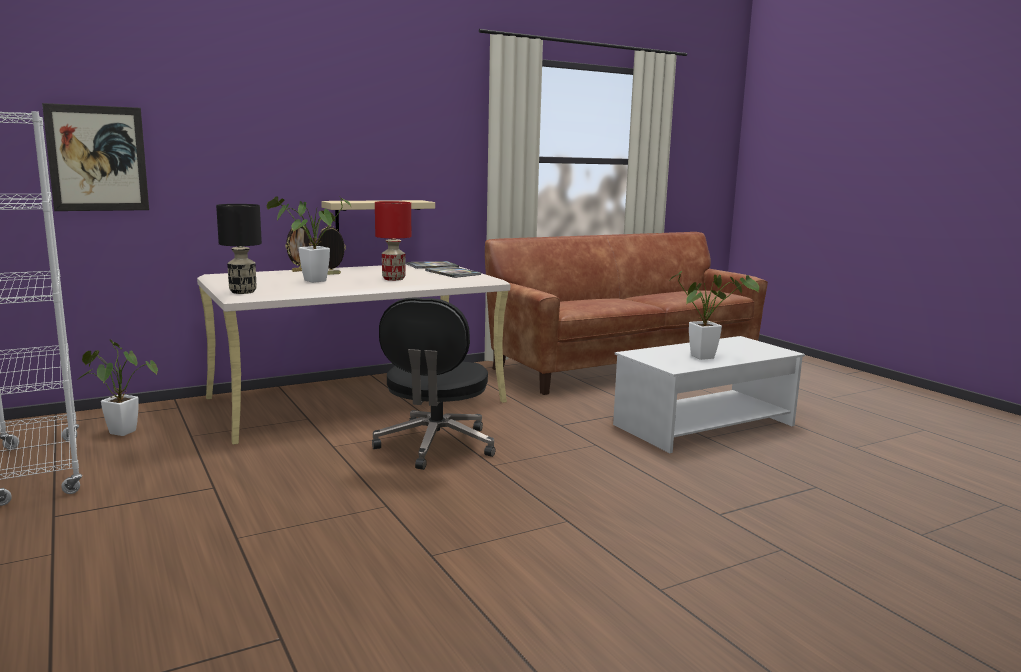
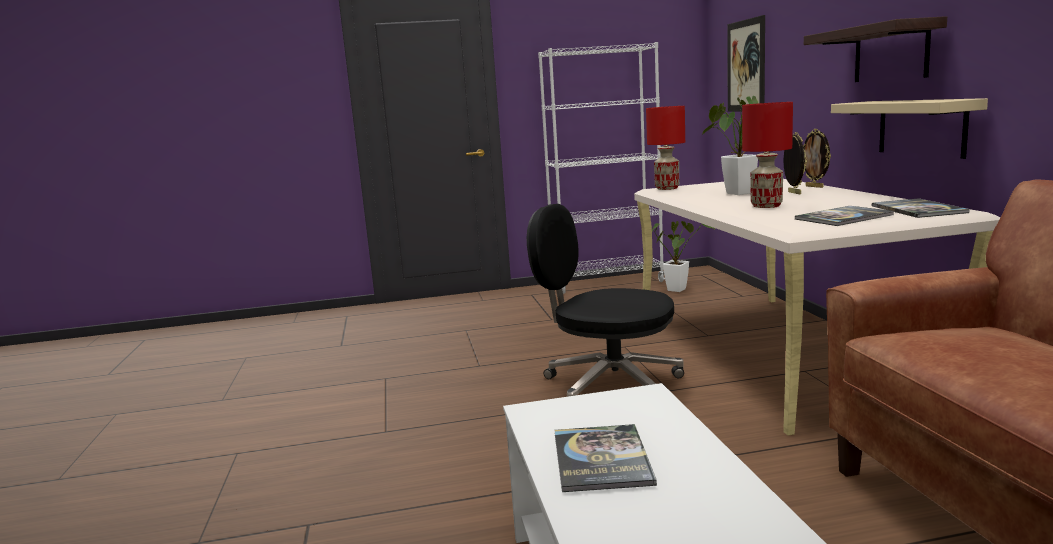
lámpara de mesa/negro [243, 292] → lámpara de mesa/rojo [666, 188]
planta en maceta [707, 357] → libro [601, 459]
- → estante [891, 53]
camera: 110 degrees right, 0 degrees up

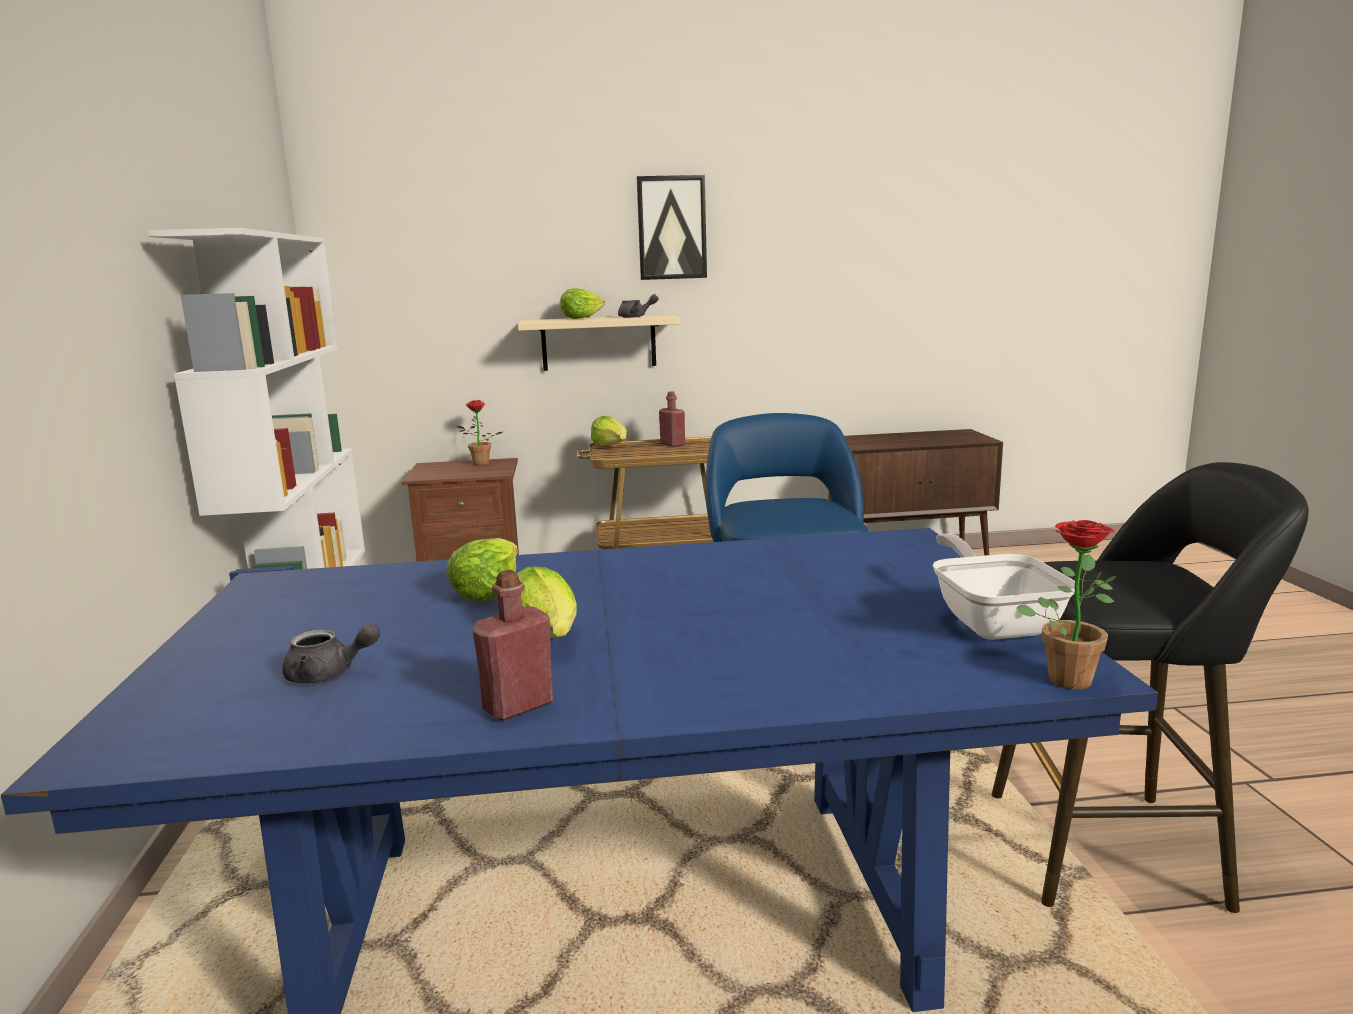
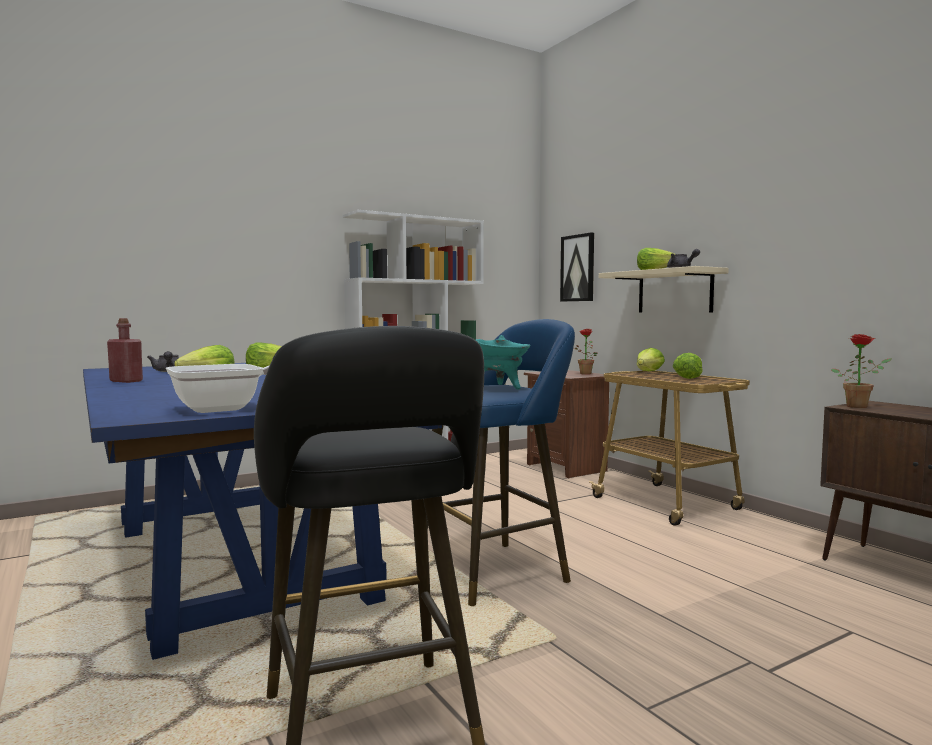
cuadro [671, 228] → cuadro [578, 268], shifted
botella/rojo [672, 444] → lechuga [688, 377]
planta en maceta [1067, 676] → planta en maceta [860, 406], shifted
- → olla/turquesa [498, 387]
camera: 65 degrees right, 10 degrees down

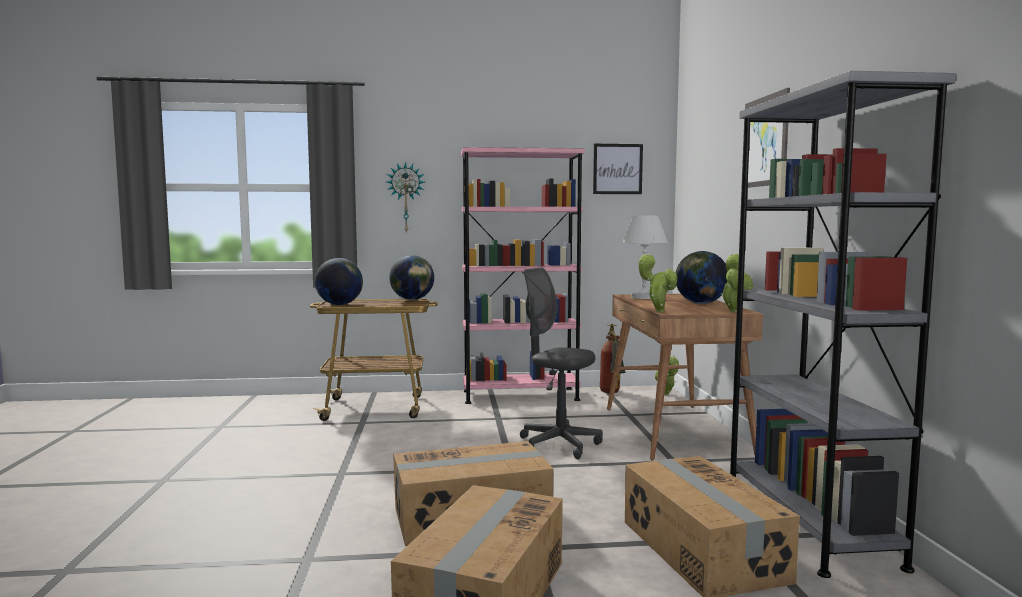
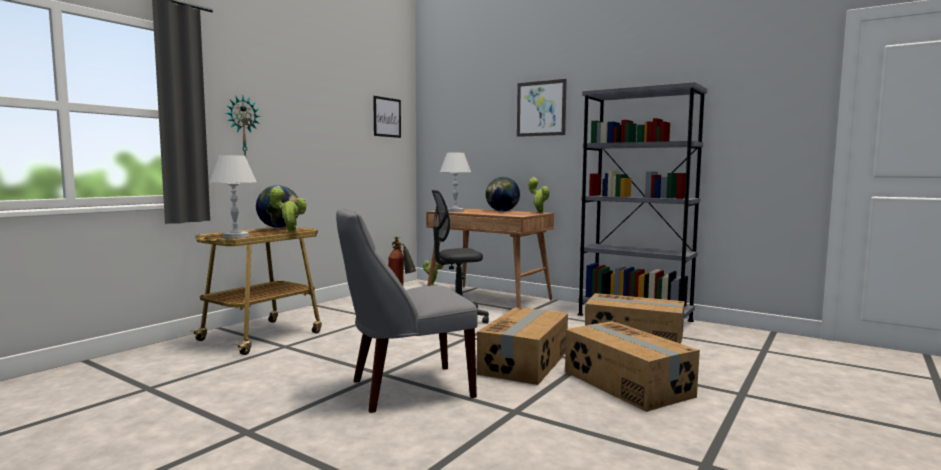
estantería/rosa [520, 395] → -
planta en maceta [657, 311] → planta en maceta [289, 232], shifted
globo terráqueo [339, 305] → lámpara de mesa/blanco [235, 236]
- → silla/gris [405, 389]
camera: 50 degrees left, 0 degrees up

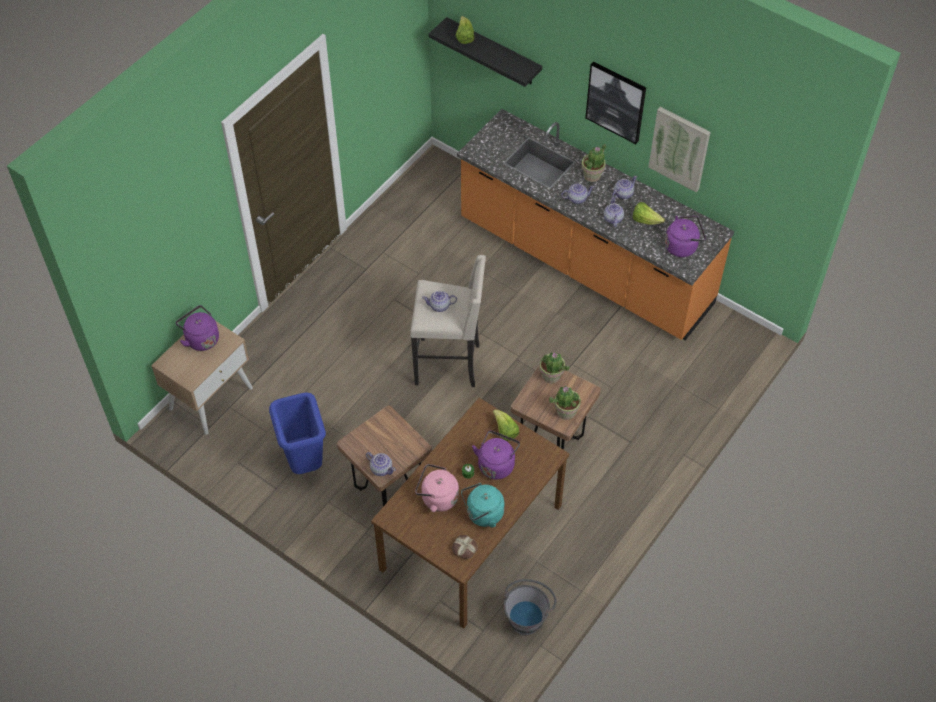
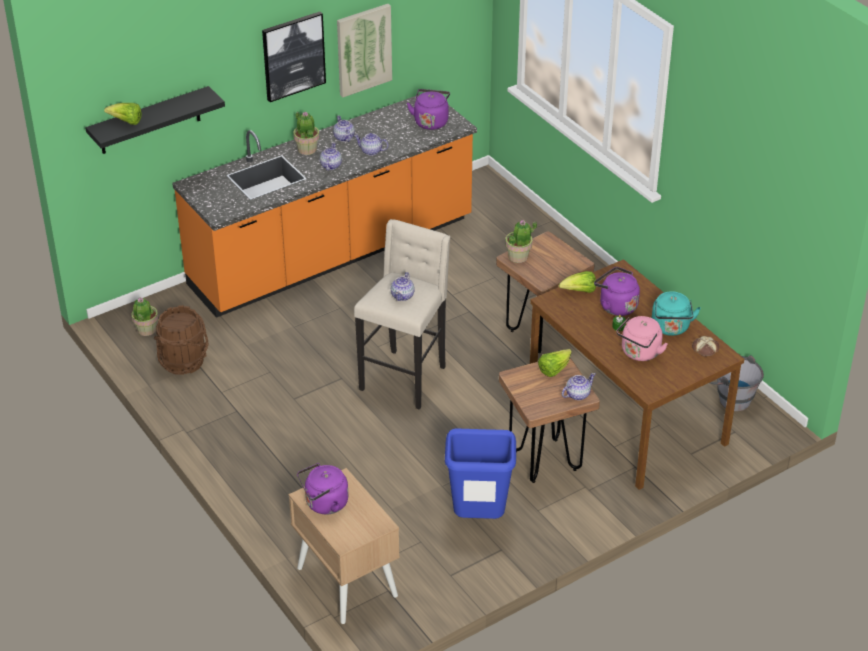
lechuga [645, 220] → lechuga [554, 370], shifted
planta en maceta [565, 411] → planta en maceta [146, 330], shifted
- → cubo/marrón [183, 362]
camera: 70 degrees left, 15 degrees down

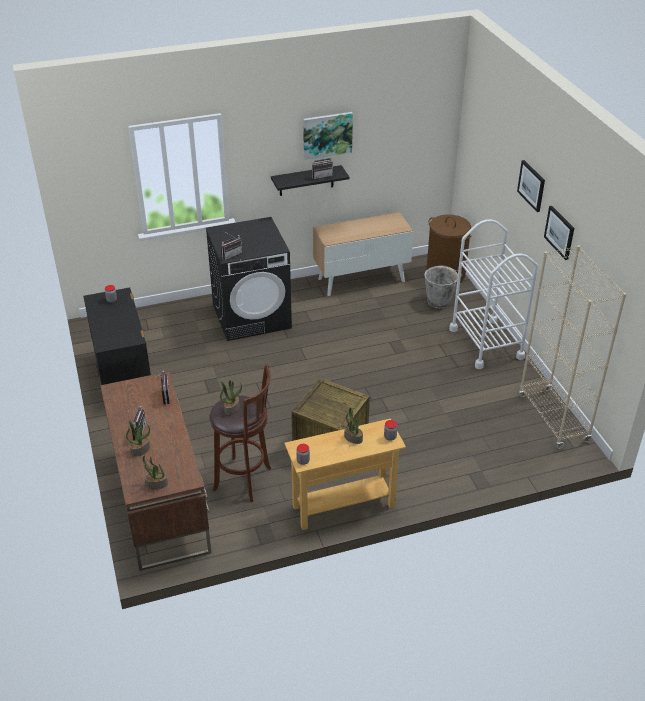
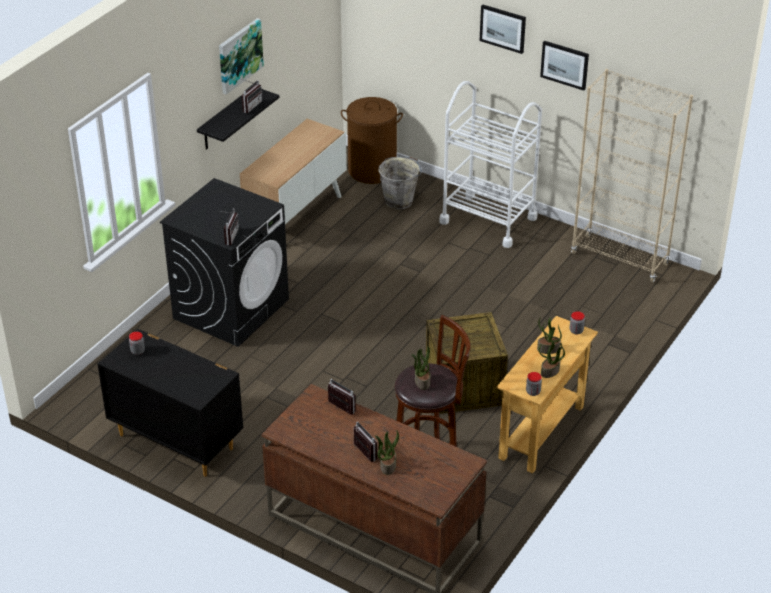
planta en maceta [156, 484] → planta en maceta [550, 371], shifted
camera: 40 degrees left, 0 degrees up

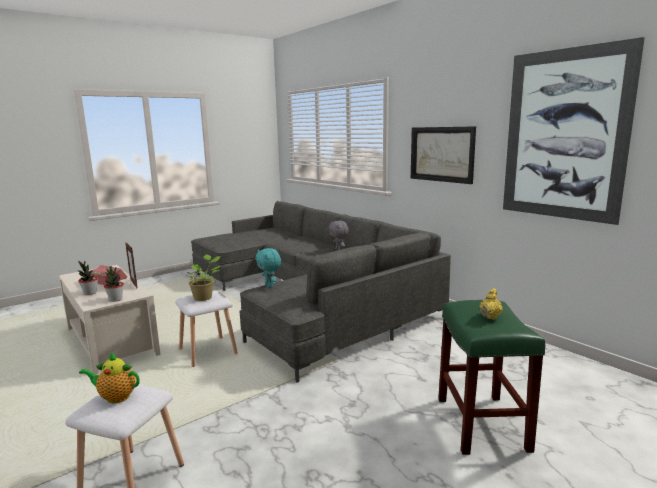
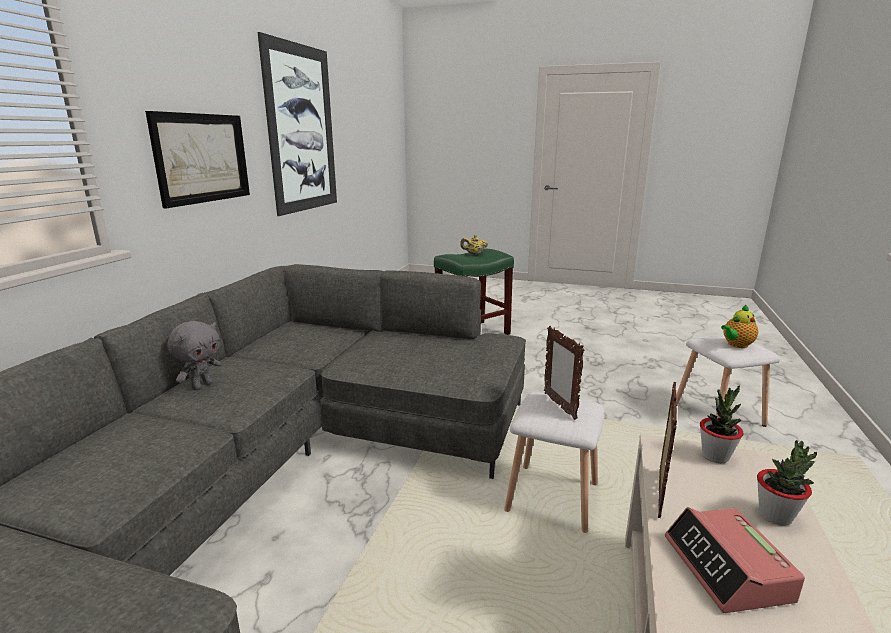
peluche/turquesa [270, 286] → -
planta en maceta [204, 297] → portarretratos [559, 406]
tetera [115, 397] → tetera [736, 345], 90 degrees clockwise
camera: 125 degrees left, 5 degrees up

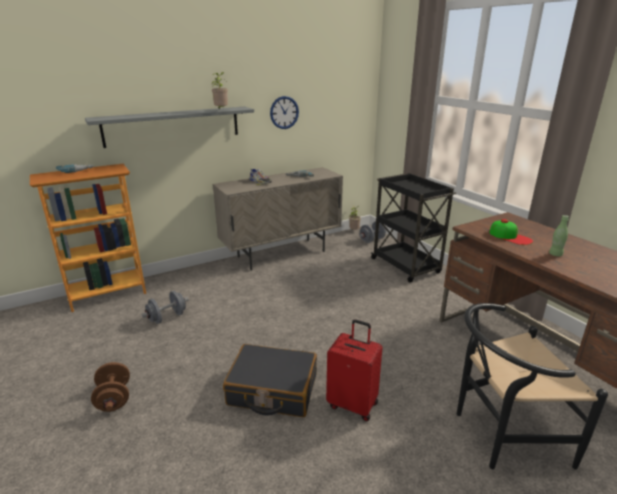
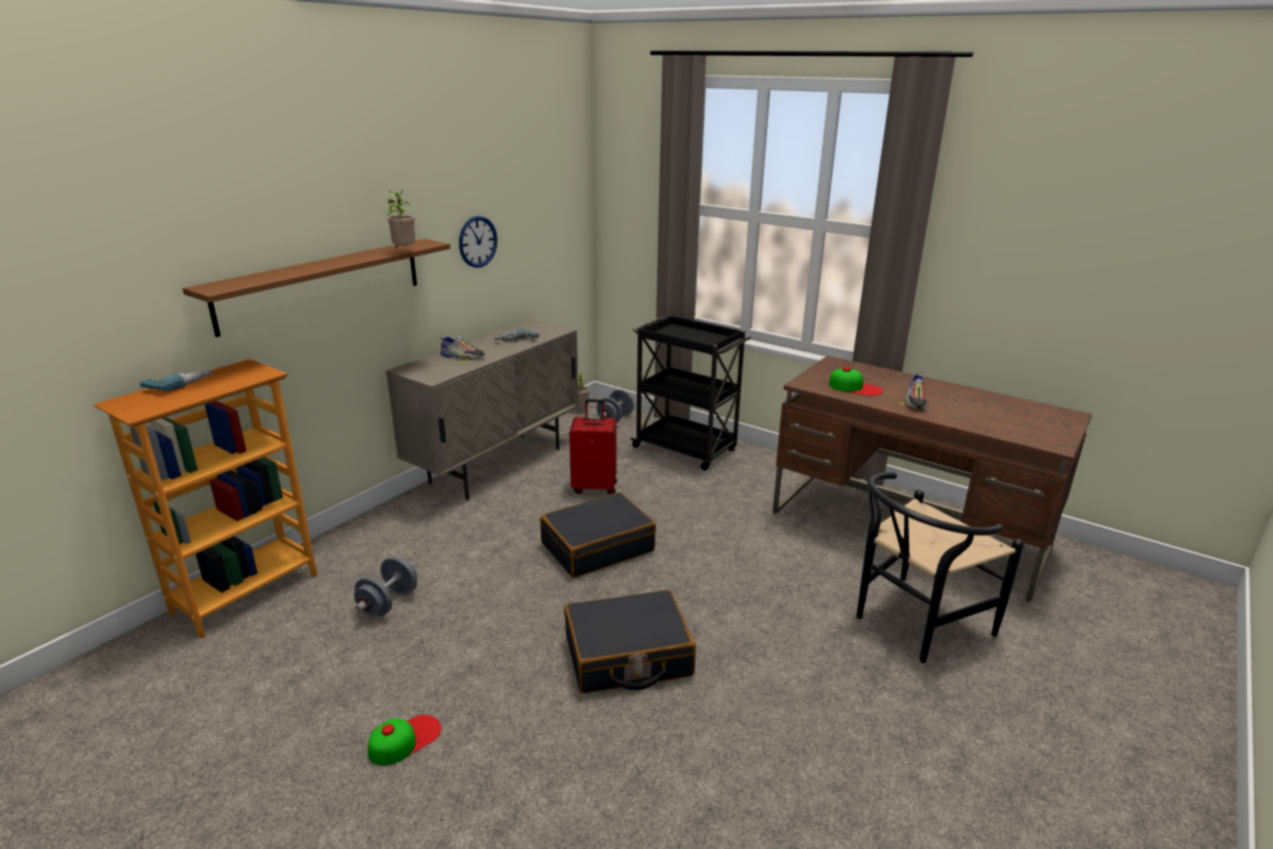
estante/gris [173, 126] → estante/marrón [322, 284]
botella/verde [555, 254] → zapato [915, 401]
maleta/rojo [353, 404] → maleta/rojo [595, 487], shifted
mancuerna/marrón [114, 398] → gorra [405, 739]
- → maleta/negro [597, 547]
camera: 25 degrees left, 0 degrees up

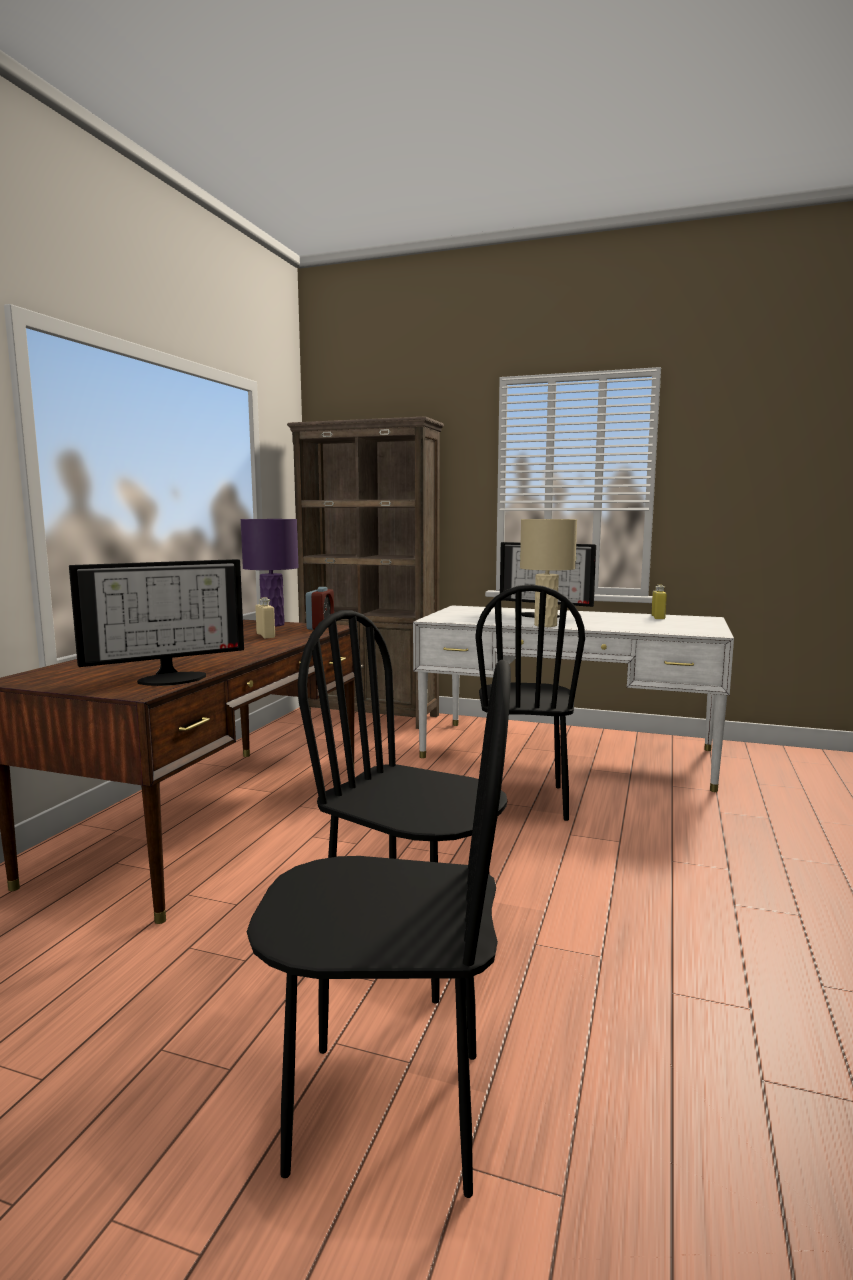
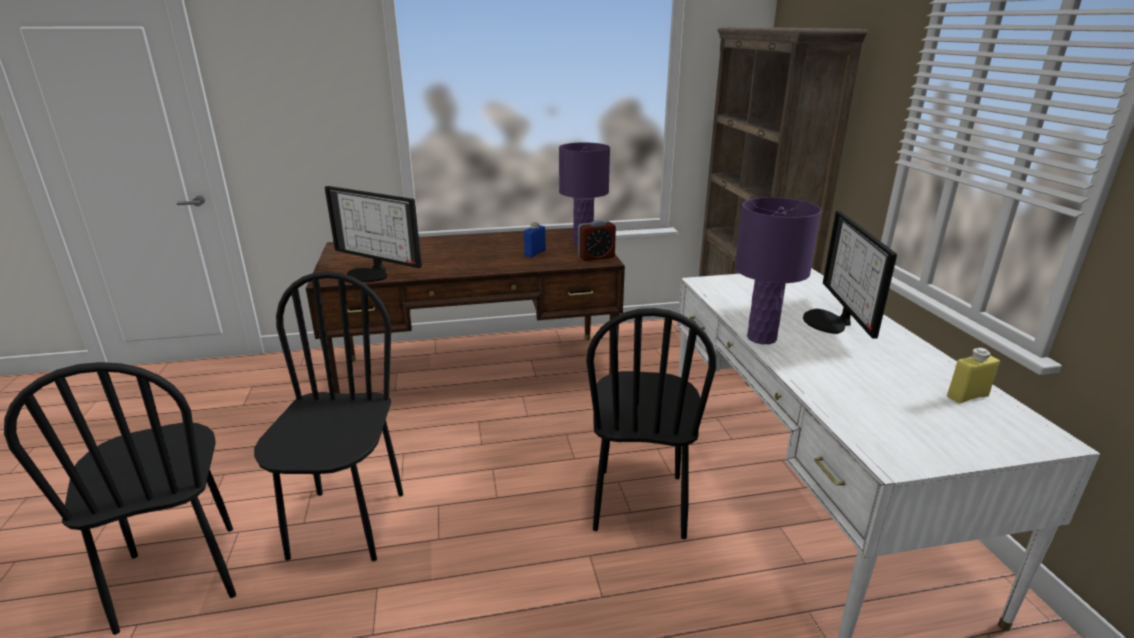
lámpara de mesa/beis [545, 625] → lámpara de mesa/morado [761, 338]
silla/negro [523, 801] → silla/negro [639, 502], 60 degrees counterclockwise
botella/beis [265, 636] → botella/azul [535, 253]
camera: 60 degrees right, 15 degrees up

